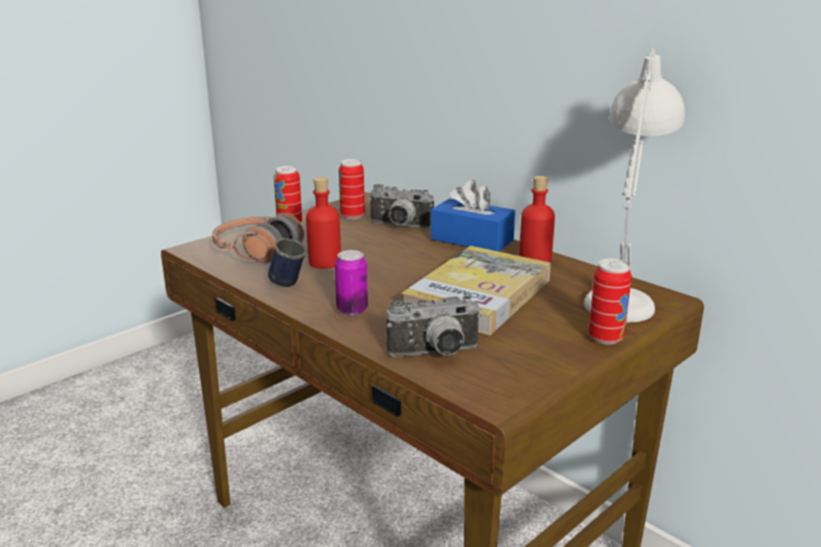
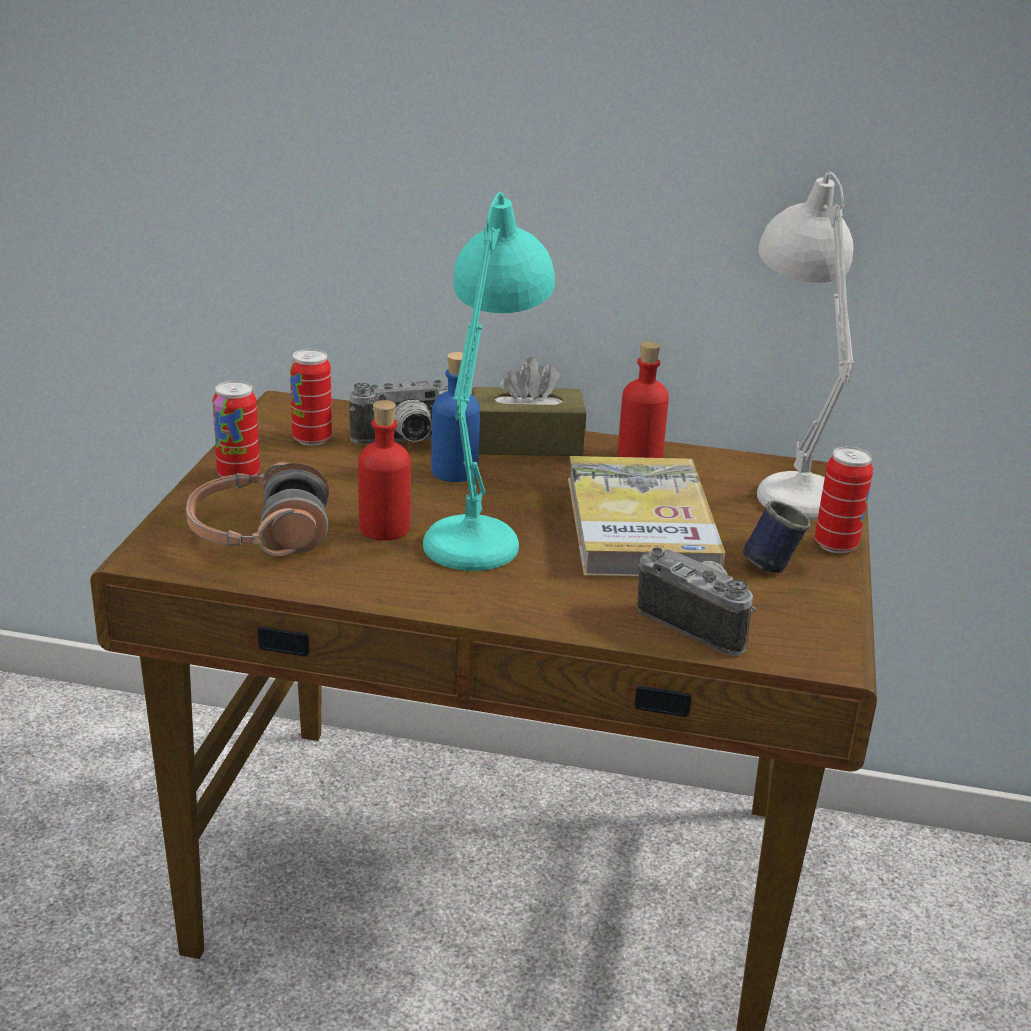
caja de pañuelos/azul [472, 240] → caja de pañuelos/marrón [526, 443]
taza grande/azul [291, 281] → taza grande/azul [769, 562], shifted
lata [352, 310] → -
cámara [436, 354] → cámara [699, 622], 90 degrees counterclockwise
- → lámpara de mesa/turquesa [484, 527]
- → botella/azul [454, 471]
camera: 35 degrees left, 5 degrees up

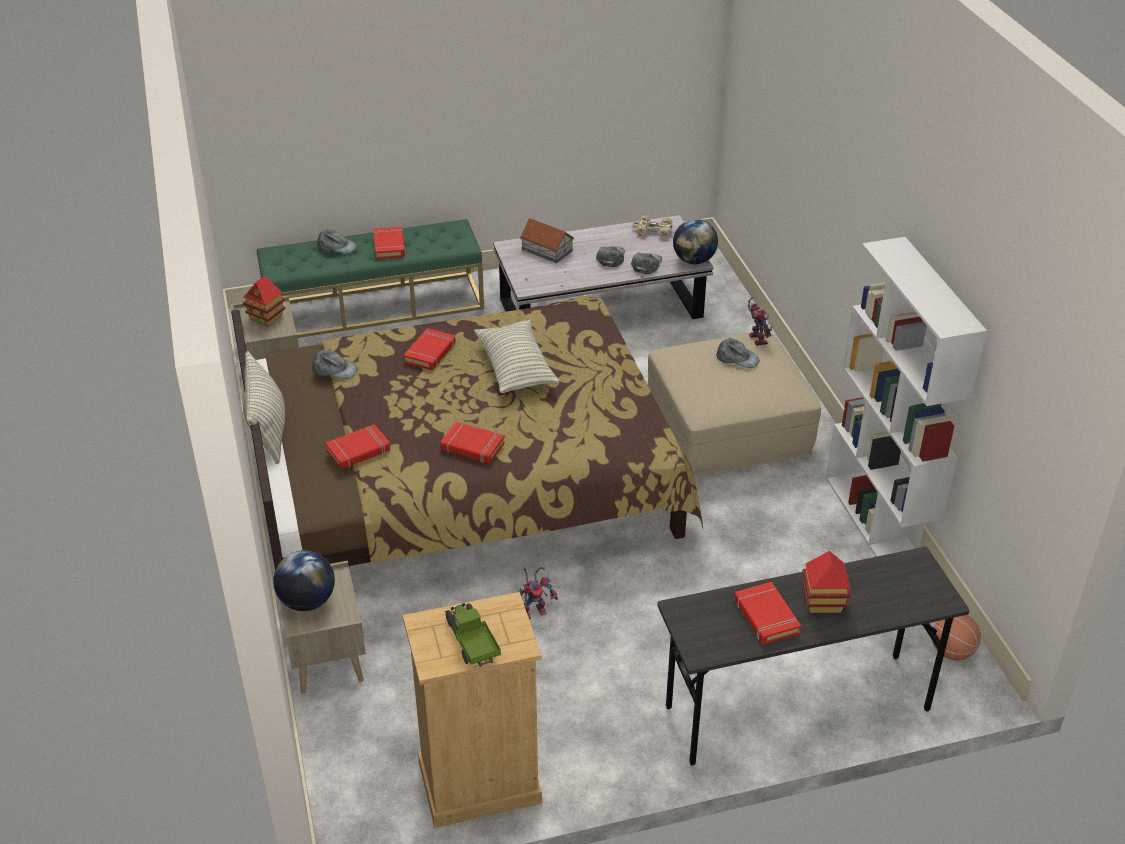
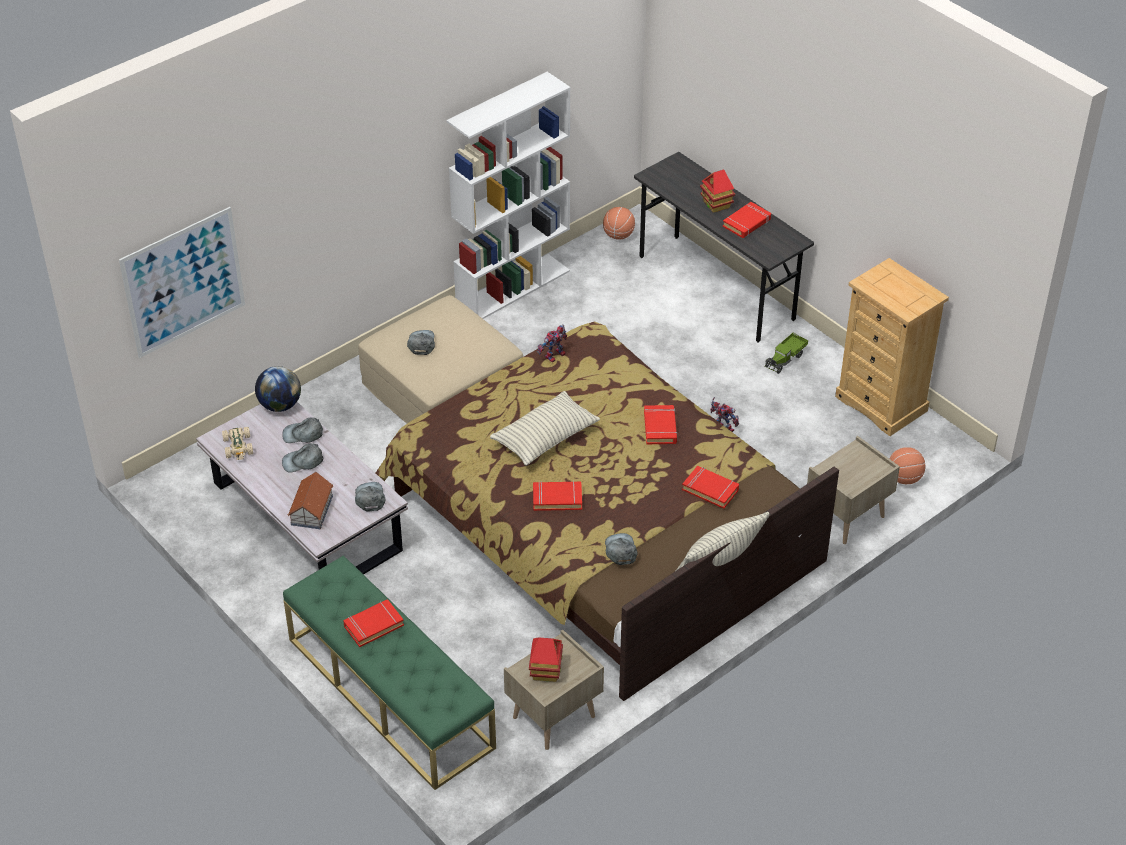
gorra/gris [336, 247] → gorra/gris [370, 498], shifted
robot de juguete [755, 338] → robot de juguete [554, 357], shifted
globo terráqueo [307, 601] → -
camión de juguete [471, 643] → camión de juguete [785, 359], shifted
- → cuadro [183, 282]
- → balón de baloncesto [904, 478]
camera: 115 degrees left, 5 degrees up

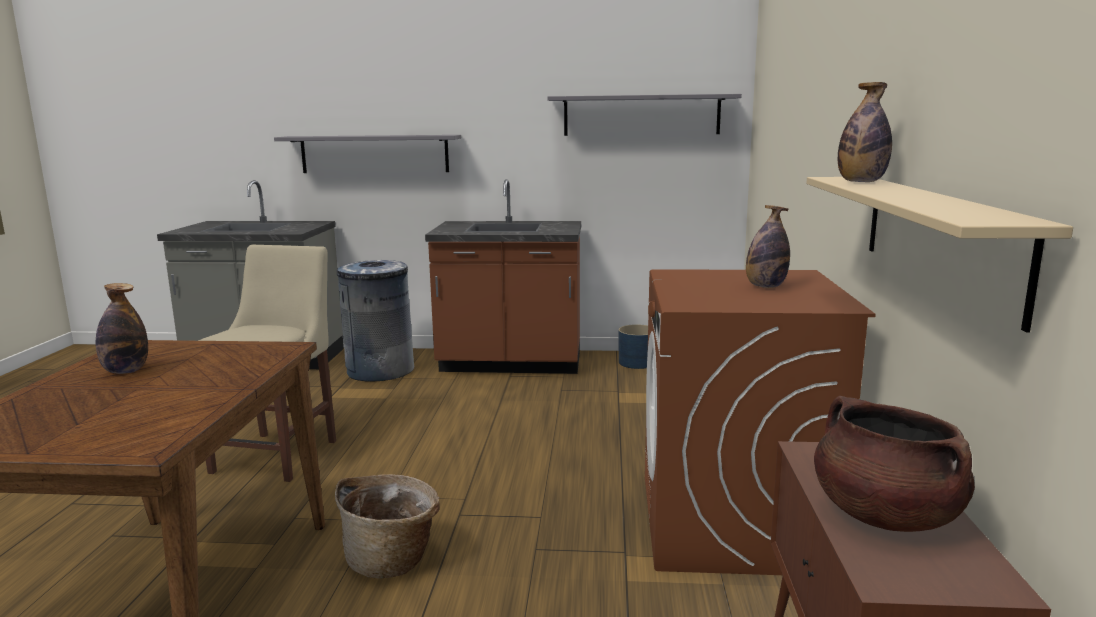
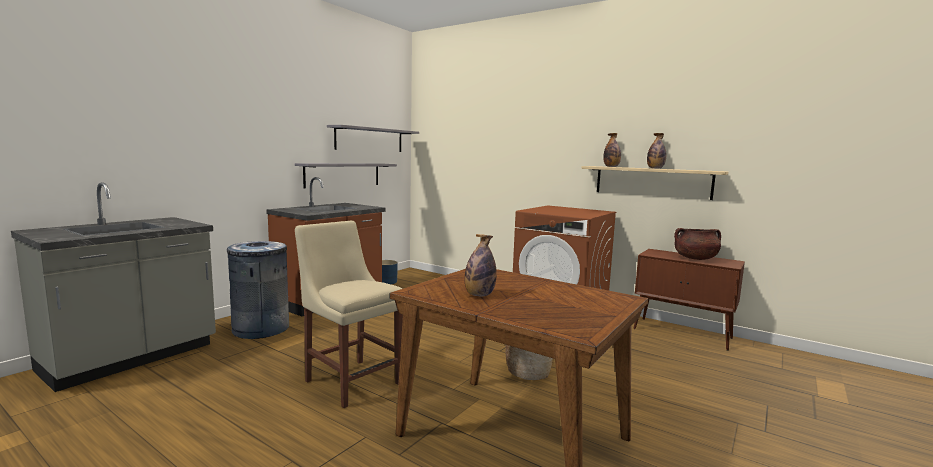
estante/gris [374, 154] → estante/gris [343, 175], shifted
botella [765, 286] → botella [655, 168], shifted
camera: 60 degrees left, 5 degrees down

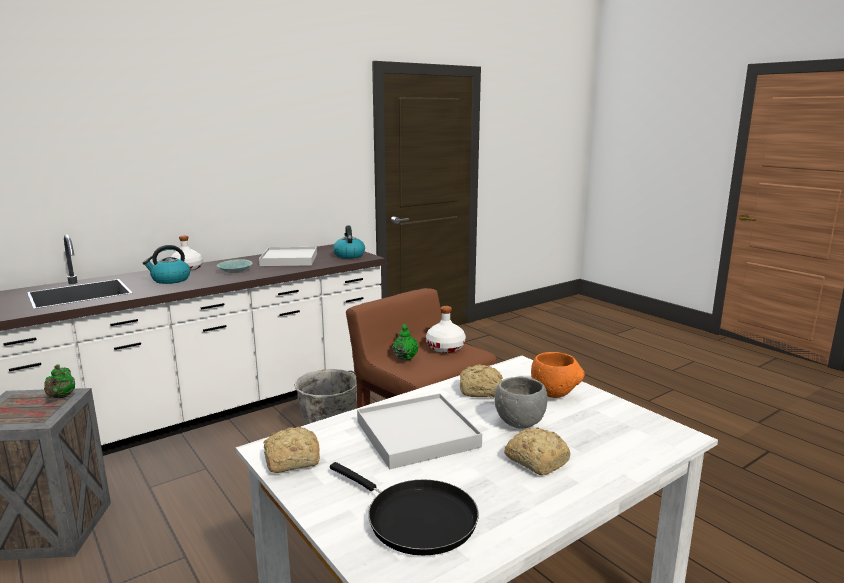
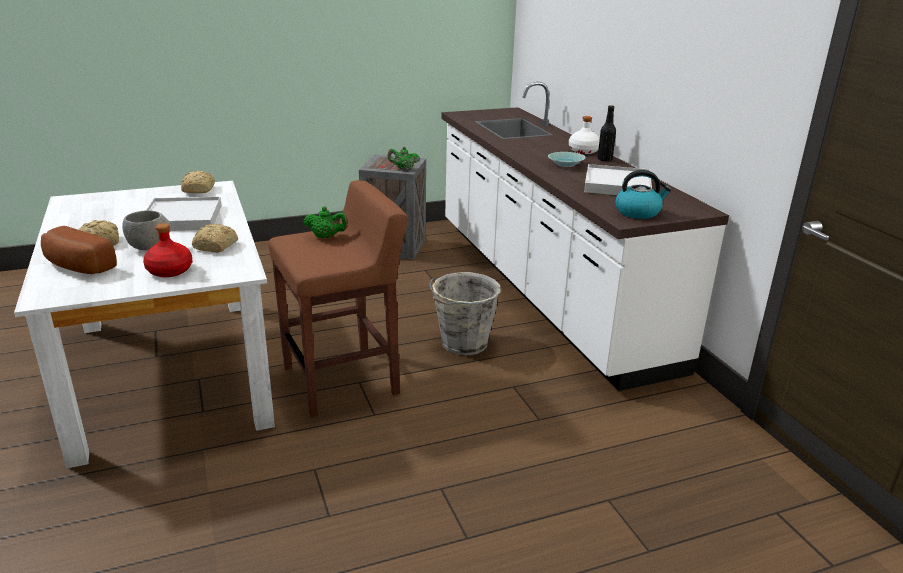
hervidor [170, 280] → -
botella/blanco [446, 347] → -
cuenco/naranja [554, 395] → botella/rojo [170, 270]
sartén/negro [415, 519] → -
- → botella/negro [604, 159]
- → pan [77, 267]
camera: 105 degrees right, 10 degrees up

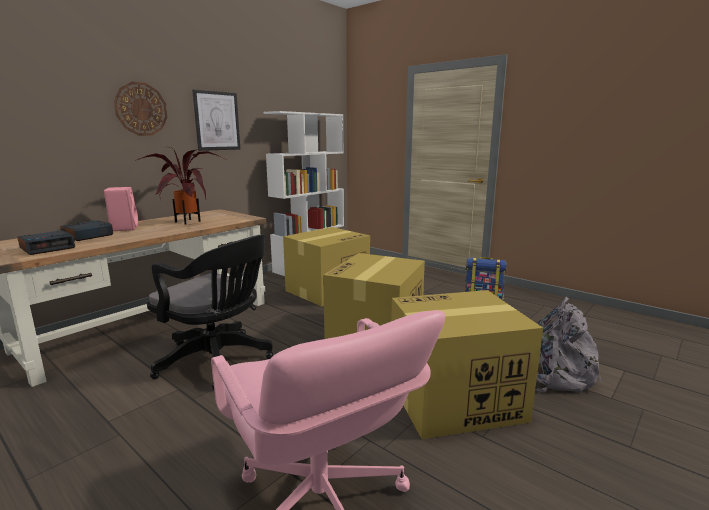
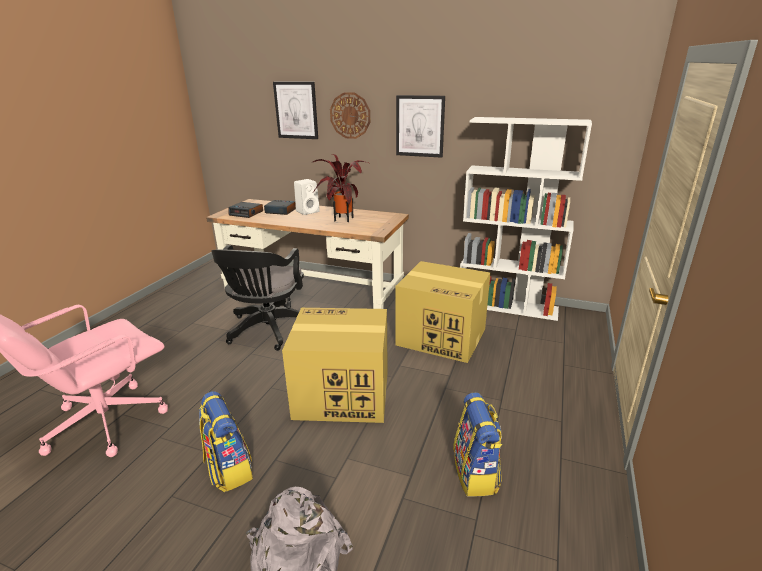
altavoz/rosa [124, 228] → altavoz/blanco [308, 211]
caja de cartón [453, 400] → mochila [228, 469]
- → cuadro [296, 110]
camera: 70 degrees right, 10 degrees up

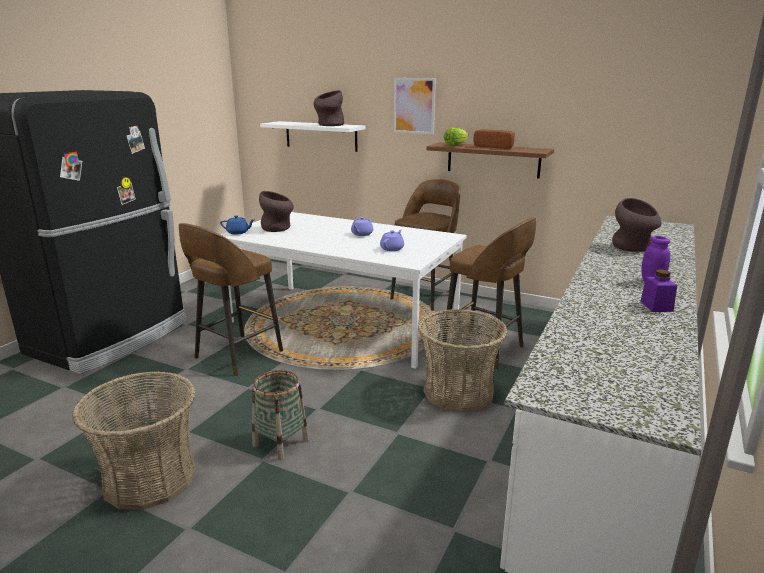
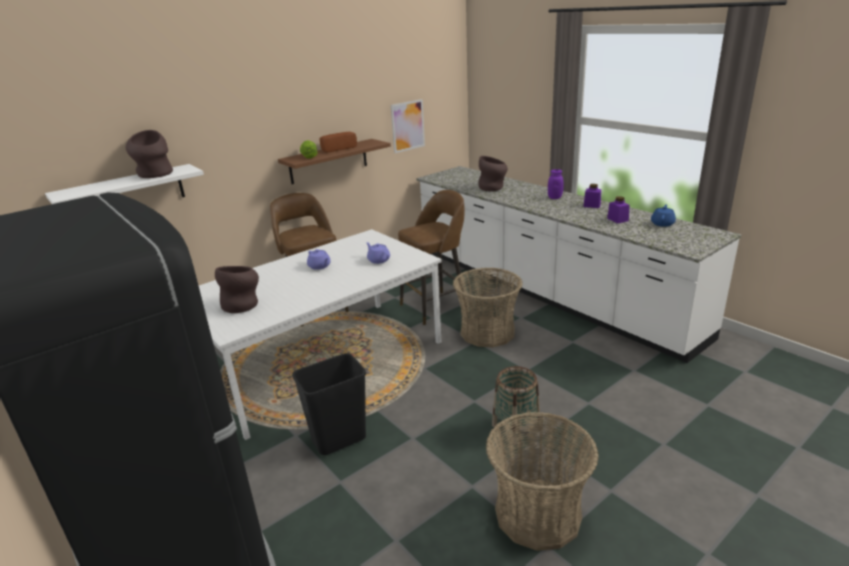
cuadro [414, 106] → cuadro [408, 126], shifted
tetera/azul [238, 232] → tetera/azul [662, 223], shifted
taburete/marrón [236, 356] → papelera/negro [339, 440]
- → tarro/morado [617, 219]
camera: 65 degrees left, 5 degrees up

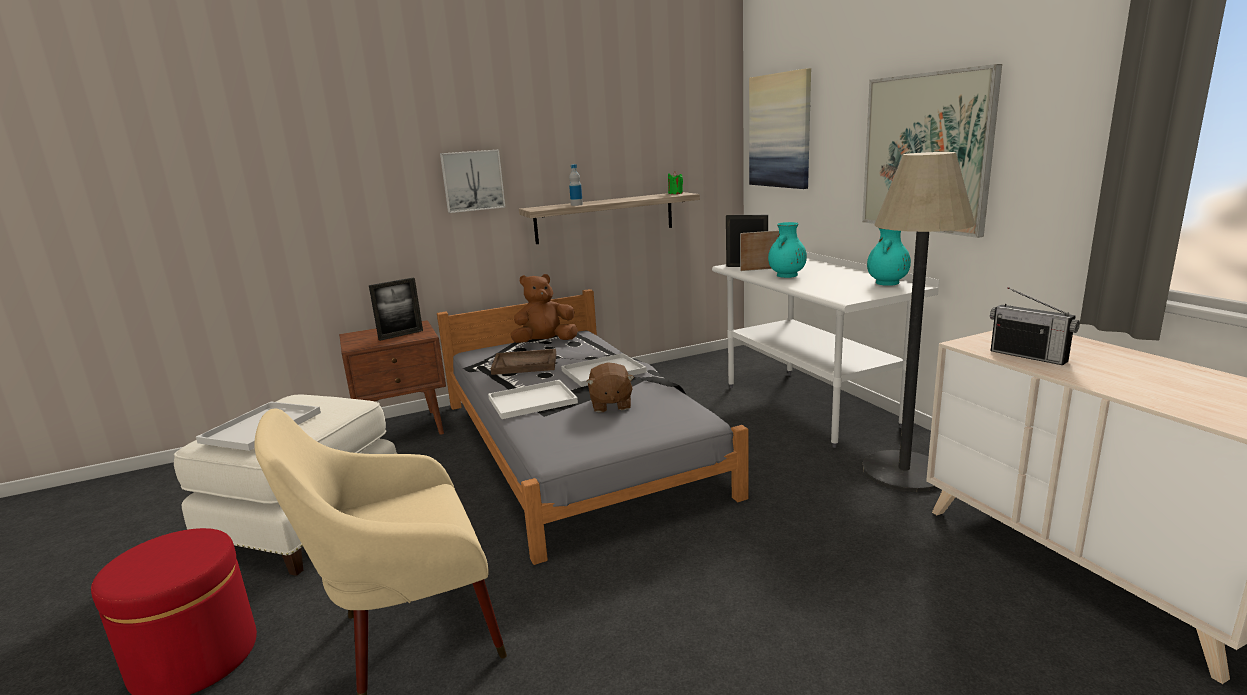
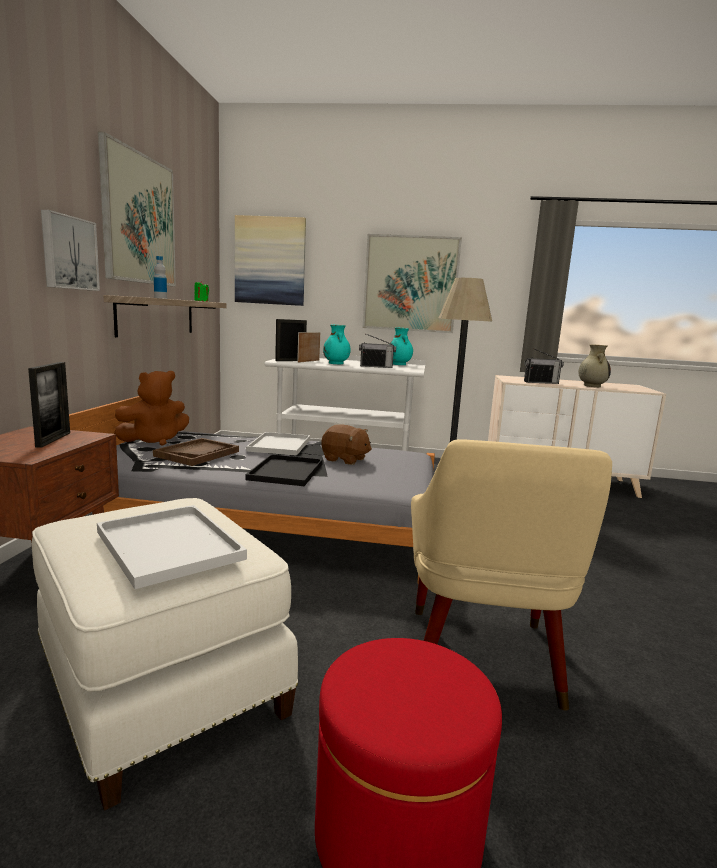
peluche/marrón [545, 343] → peluche/marrón [154, 440], 135 degrees counterclockwise
bandeja/blanco [533, 400] → bandeja/negro [285, 471]
- → cuadro [139, 219]
- → radio [376, 366]
- → florero/beis [591, 386]
camera: 60 degrees left, 5 degrees down

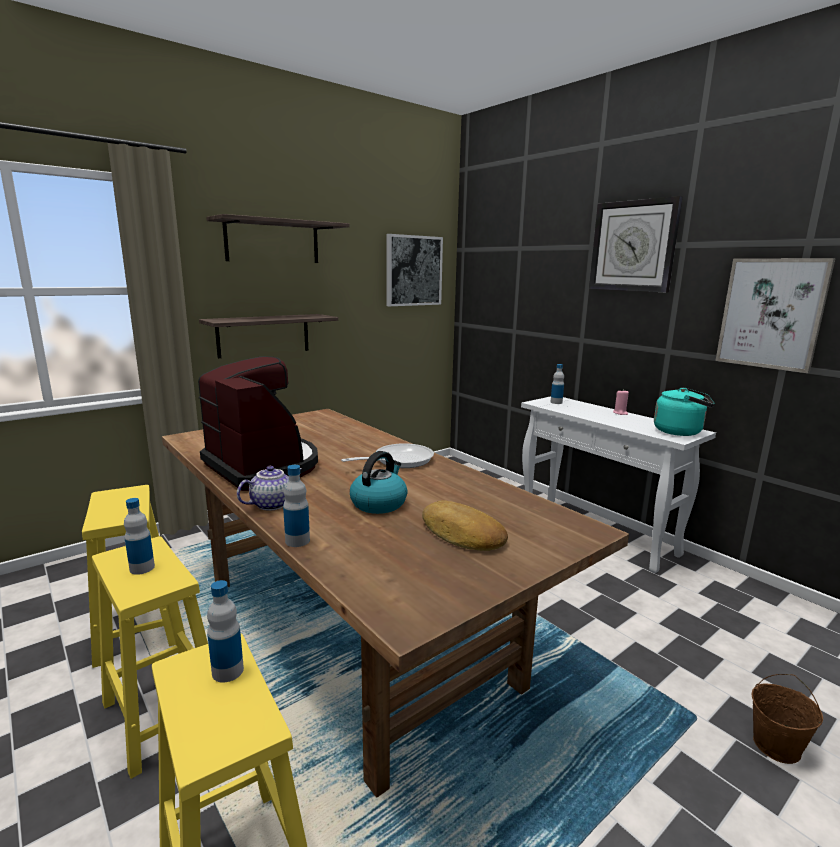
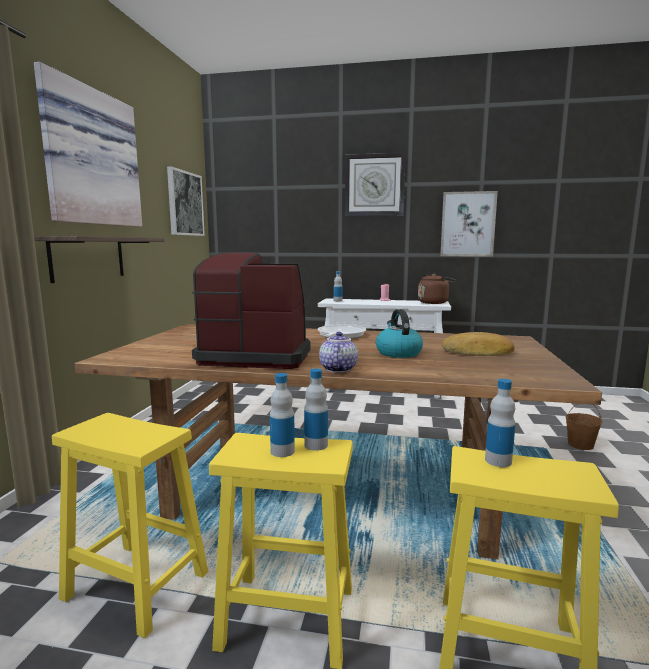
estante [272, 241] → cuadro [89, 158]
hervidor/turquesa [680, 431] → hervidor/marrón [434, 302]
botella [297, 541] → botella [316, 445], shifted
camera: 40 degrees left, 5 degrees down

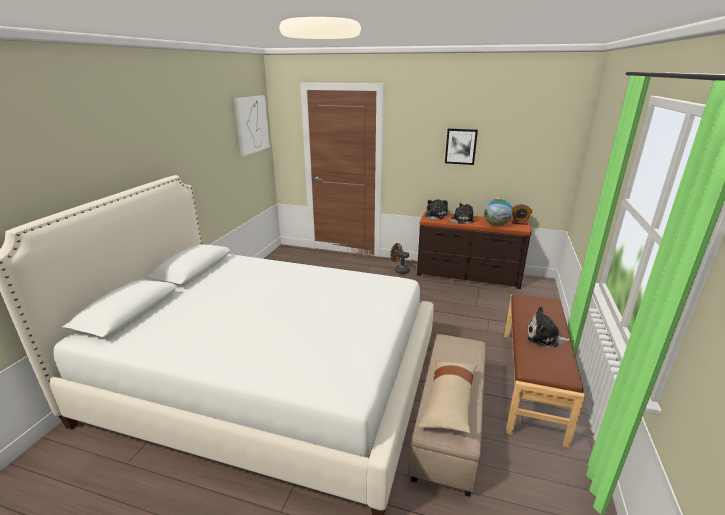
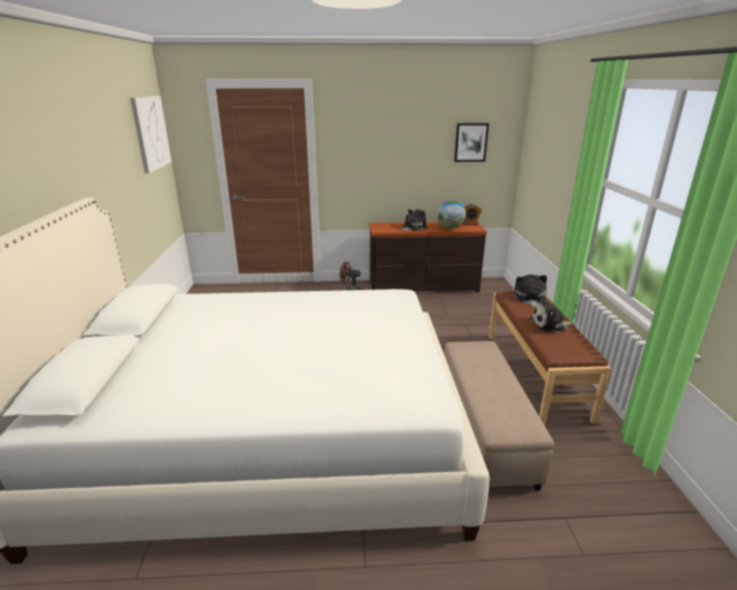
cuadro [461, 146] → cuadro [470, 142], shifted
peluche [435, 216] → peluche [529, 298], shifted
cojín/beis [449, 401] → -
camera: 20 degrees left, 0 degrees up

